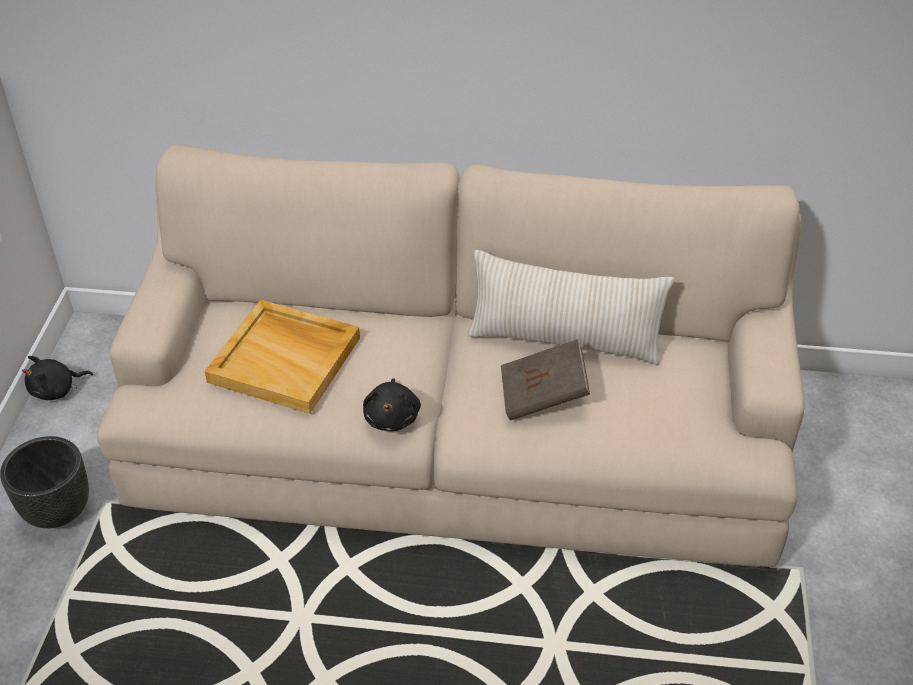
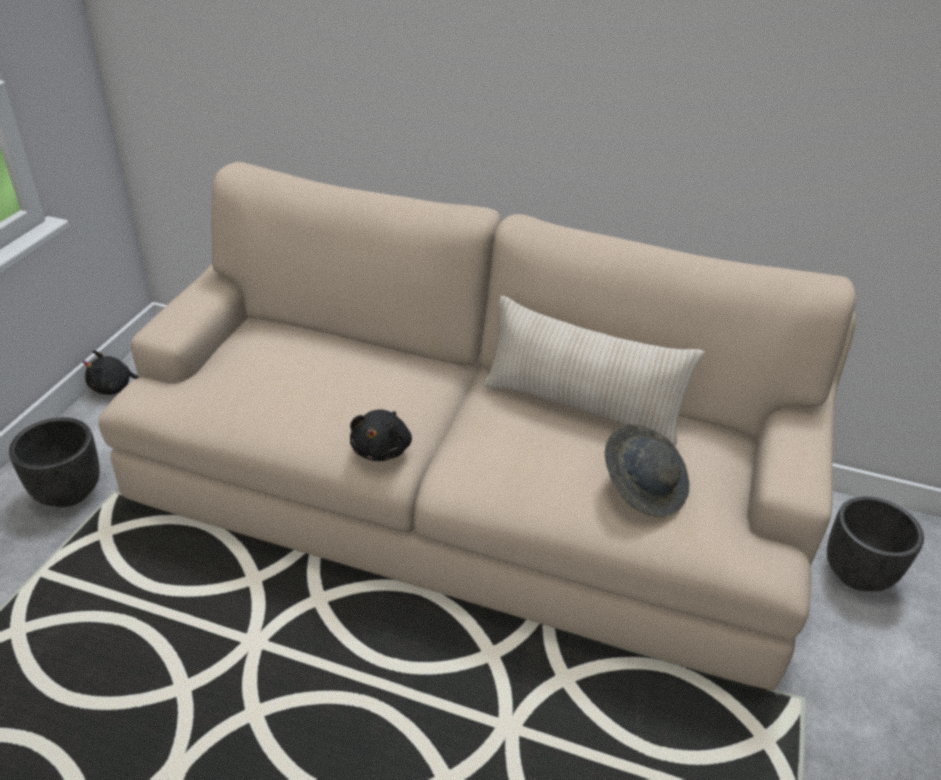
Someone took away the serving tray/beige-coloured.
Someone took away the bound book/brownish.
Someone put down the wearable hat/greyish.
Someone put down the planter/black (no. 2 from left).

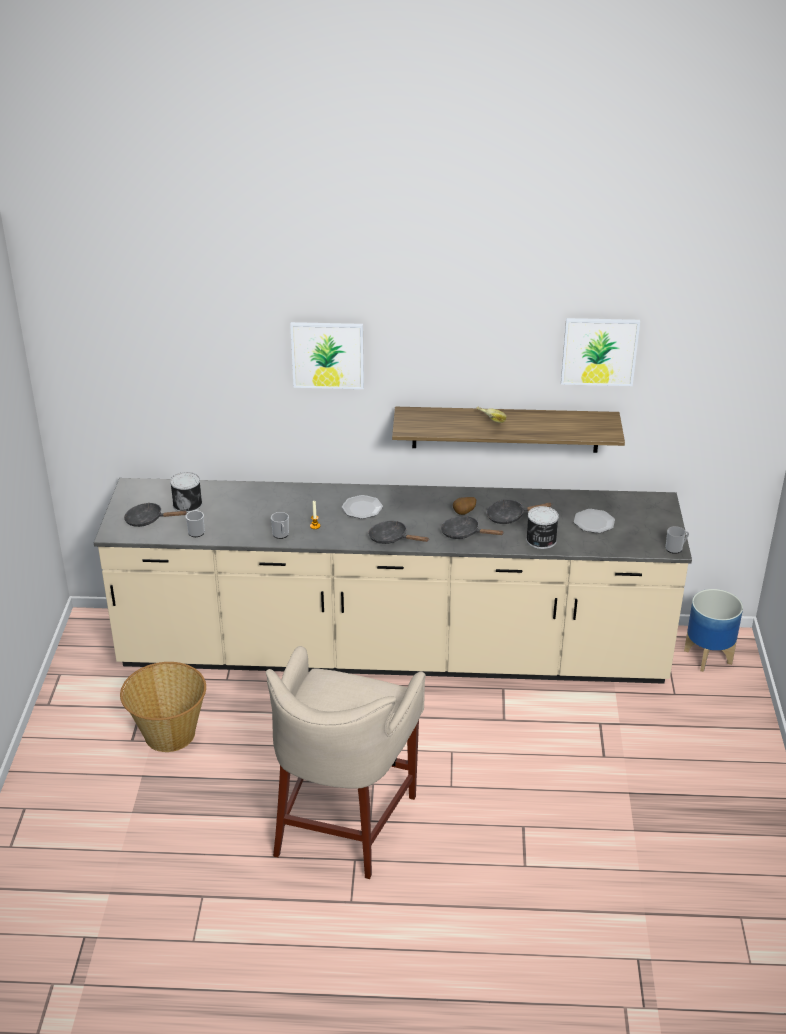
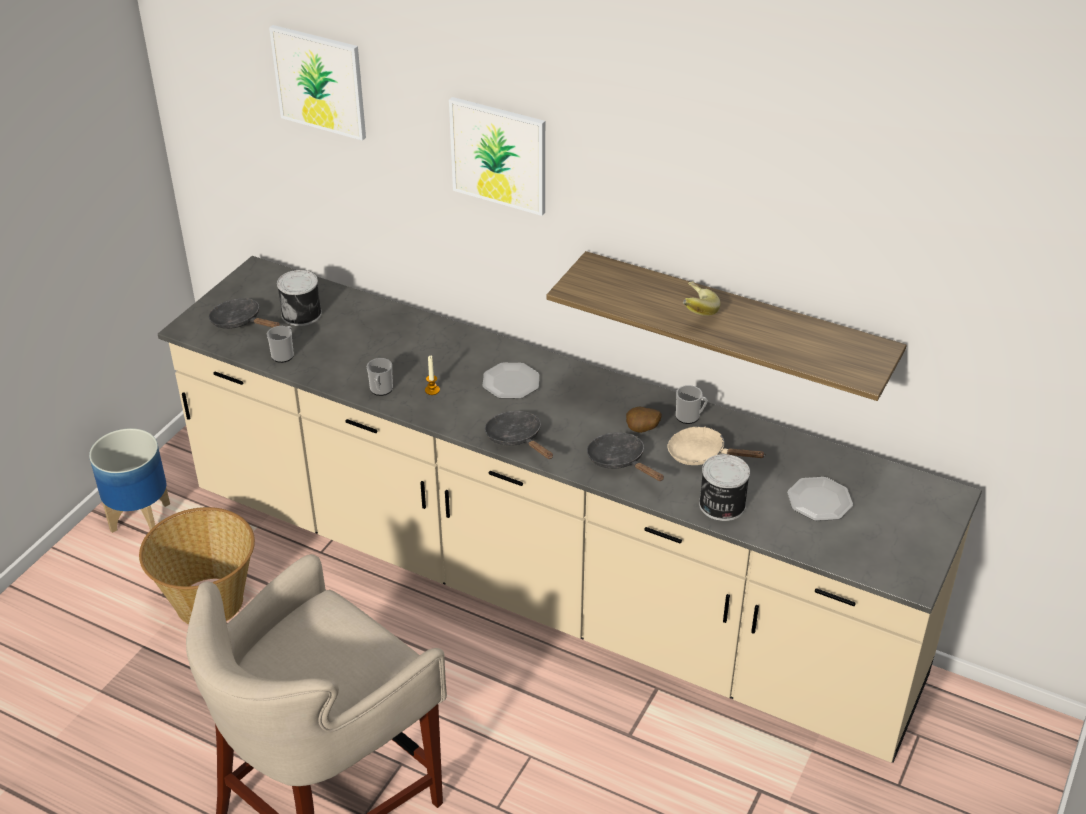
Someone repainted the skillet/black (no. 4 from left), which became the skillet/beige-coloured.
Someone carried the wall picture (no. 2 from left in the first image).
Someone carried the mug (no. 3 from left).
Someone carried the planter.

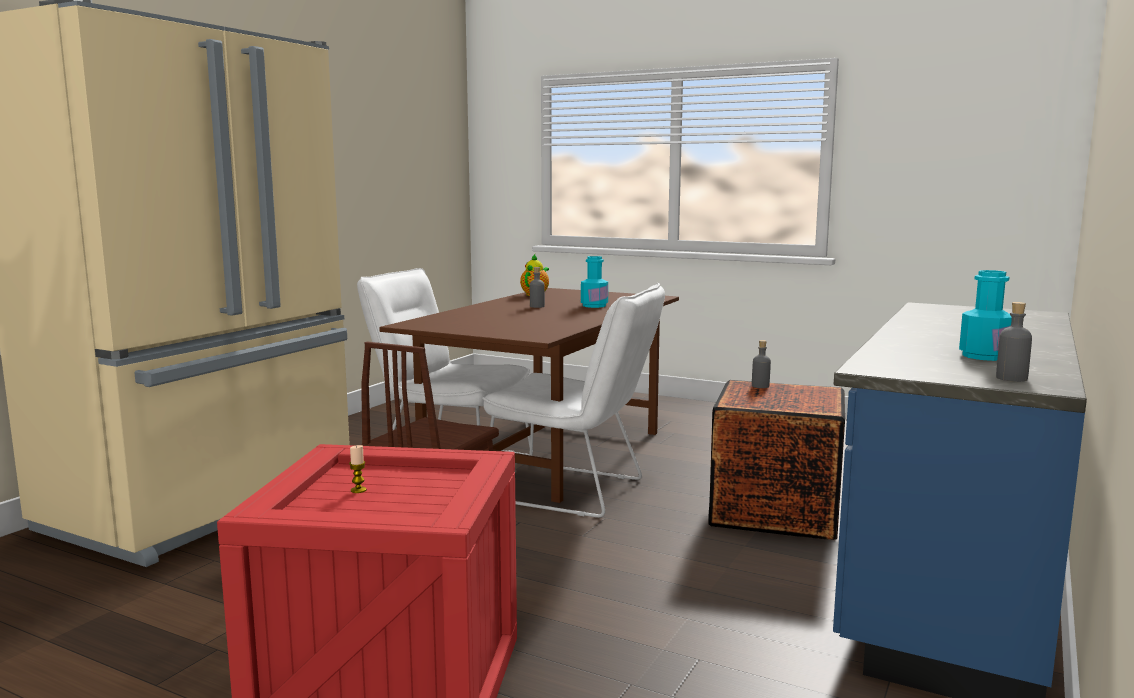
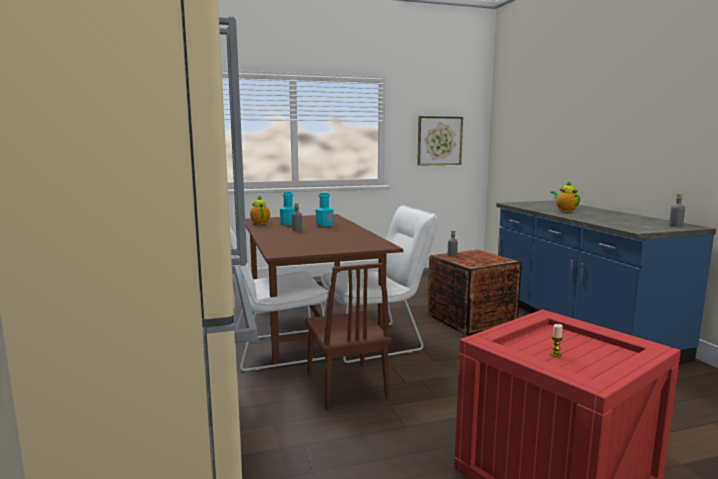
Someone carried the bottle/blue-green (no. 2 from left in the first image).
Someone put up the wall picture.
Someone put down the pot for tea (no. 2 from left).

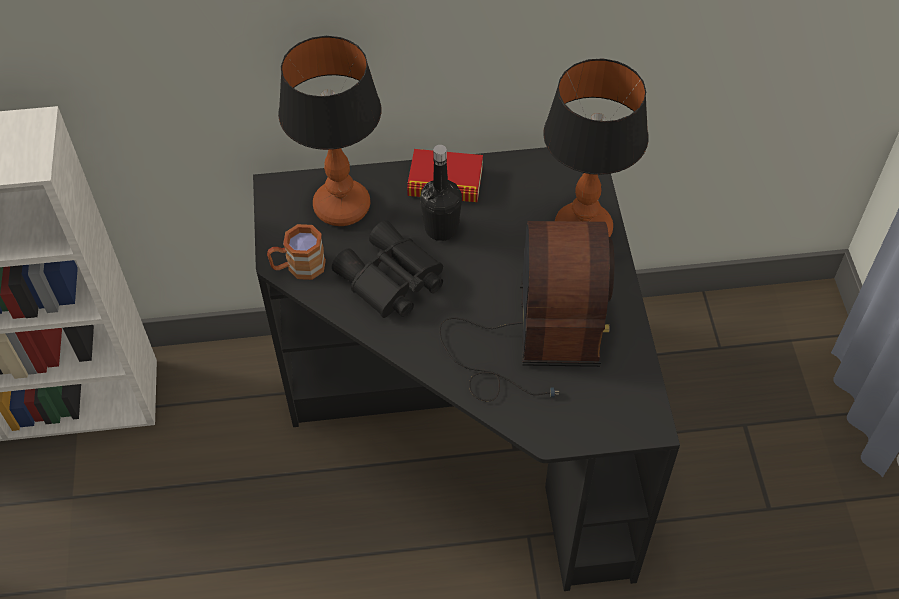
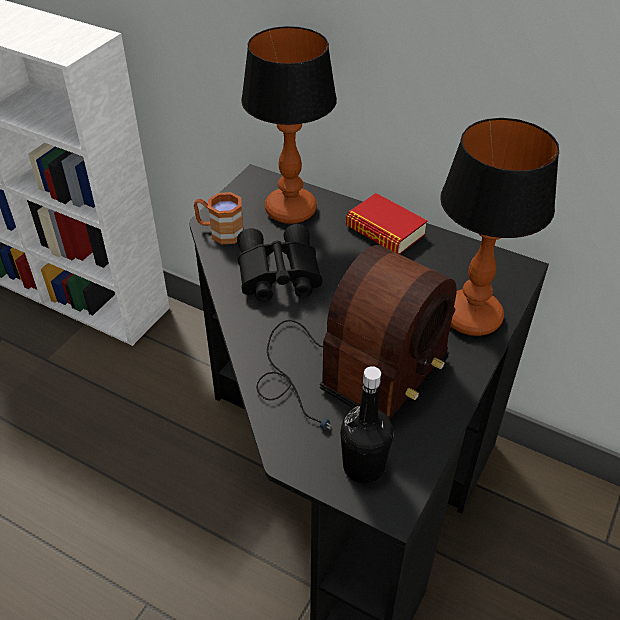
Someone carried the bottle/black.

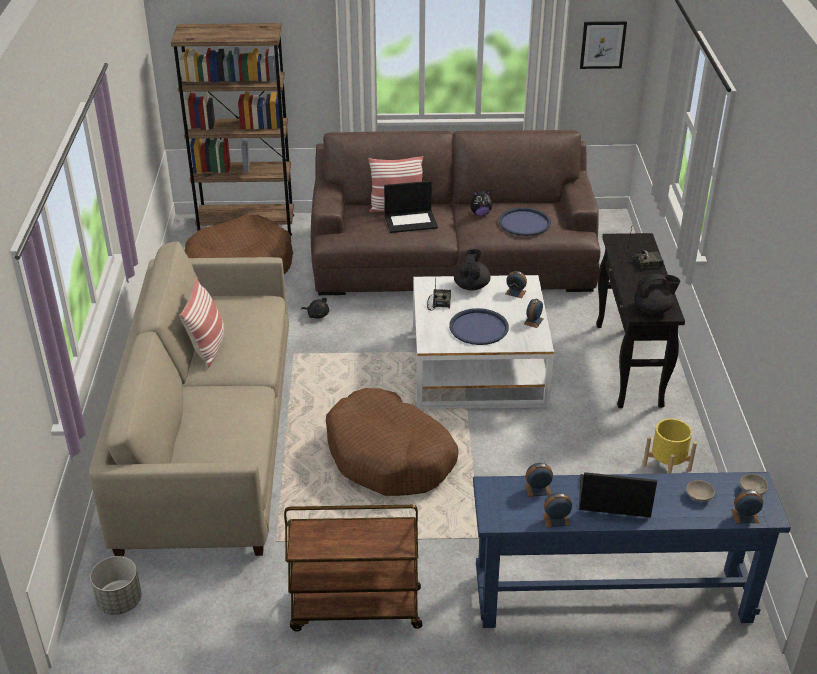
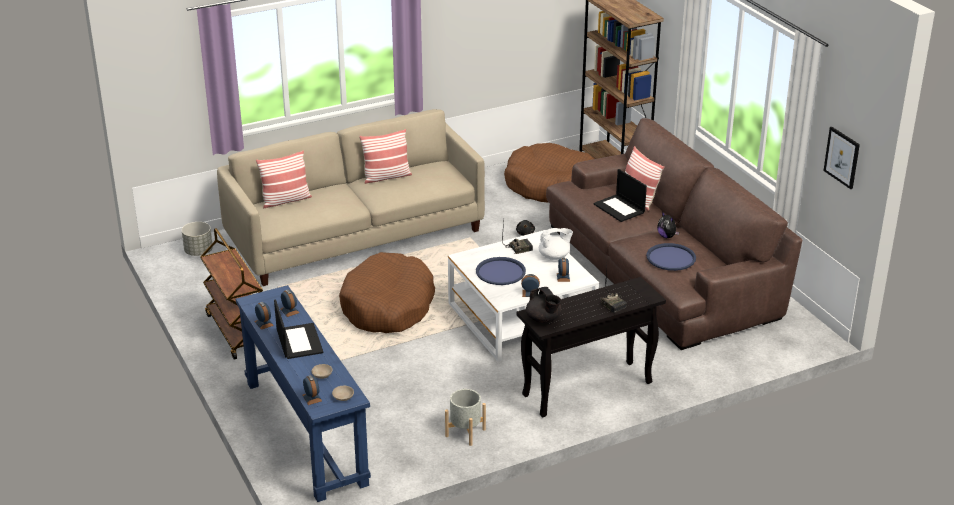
Someone repainted the pot for tea/black (no. 1 from left), which became the pot for tea/whitish.
Someone repainted the planter/yellowish, which became the planter/greyish (no. 2 from left).
Someone put down the pillow (no. 1 from left).

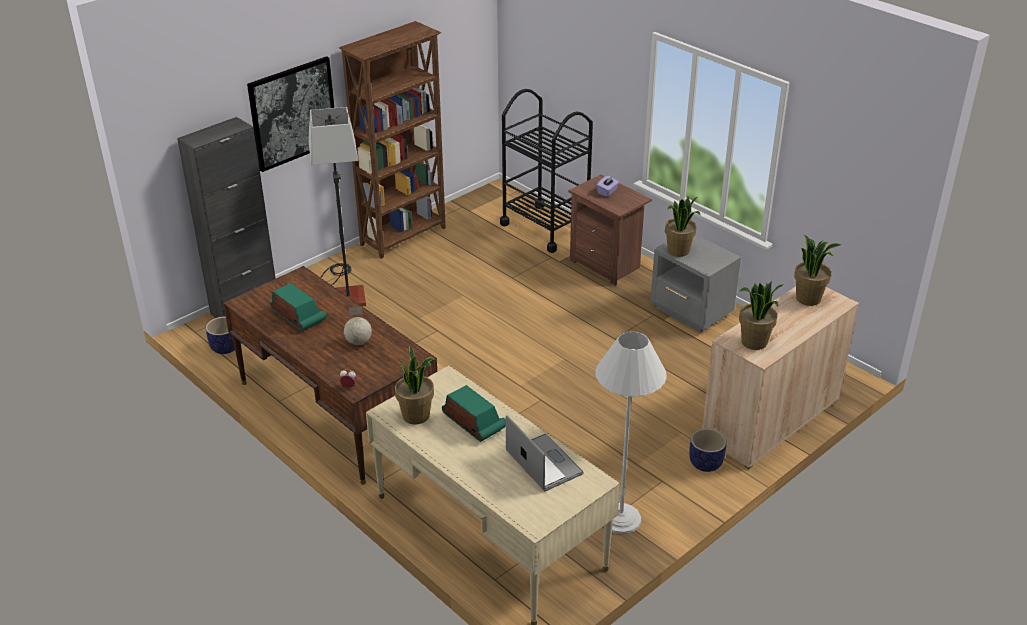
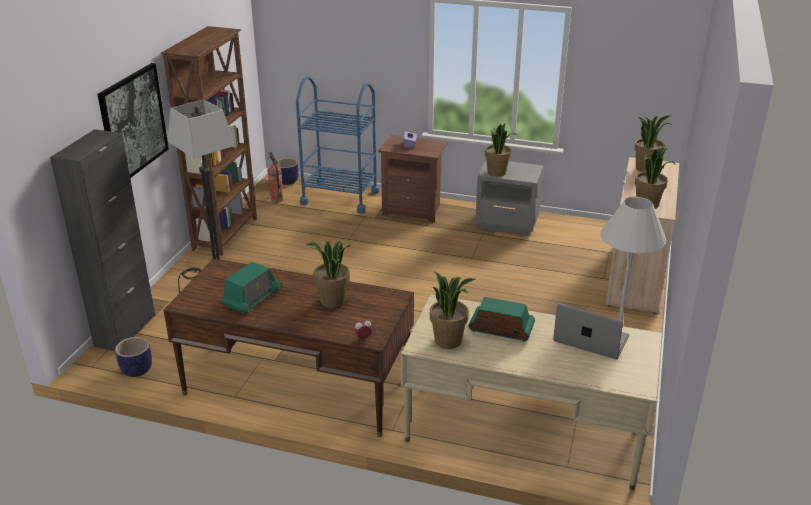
Someone rotated the radio receiver (no. 1 from left) by 105 degrees clockwise.
Someone swapped the desk globe for the houseplant (no. 1 from left).
Someone repainted the cart/black, which became the cart/blue.
Someone carried the planter (no. 2 from left).
Someone put down the extinguisher.

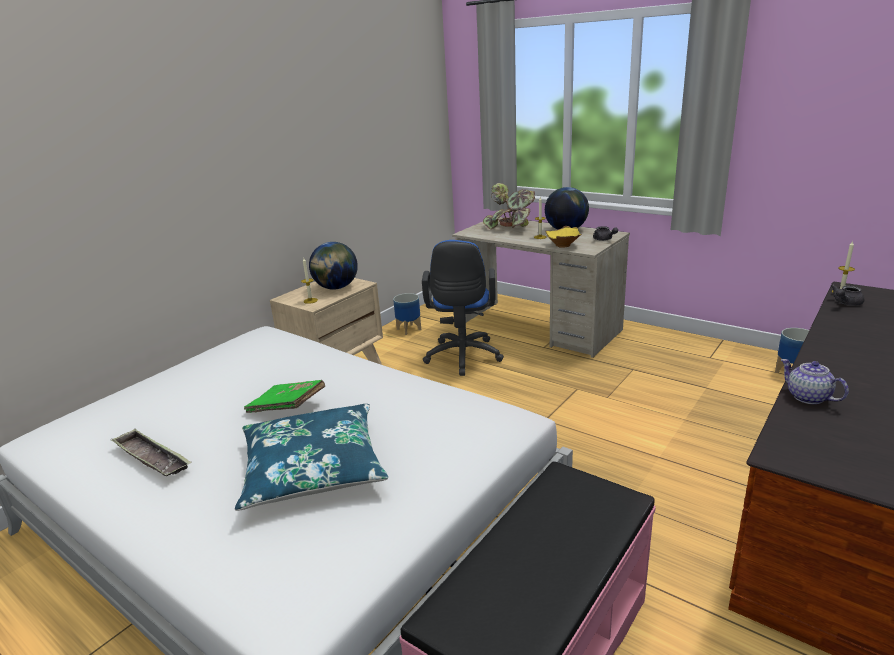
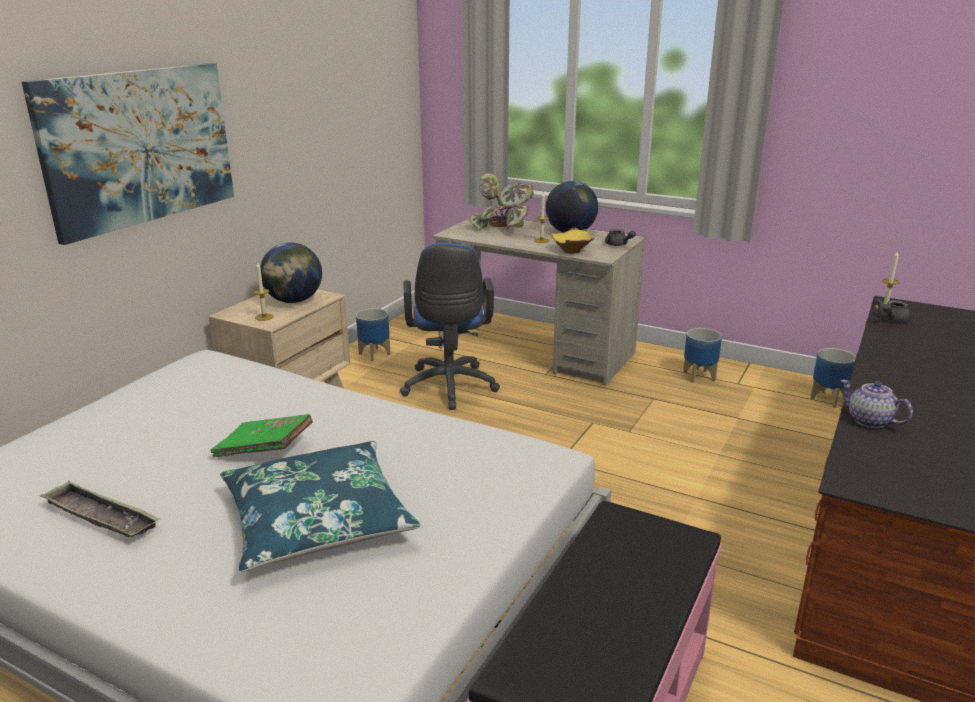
Someone put up the wall picture.
Someone put down the planter (no. 2 from left).

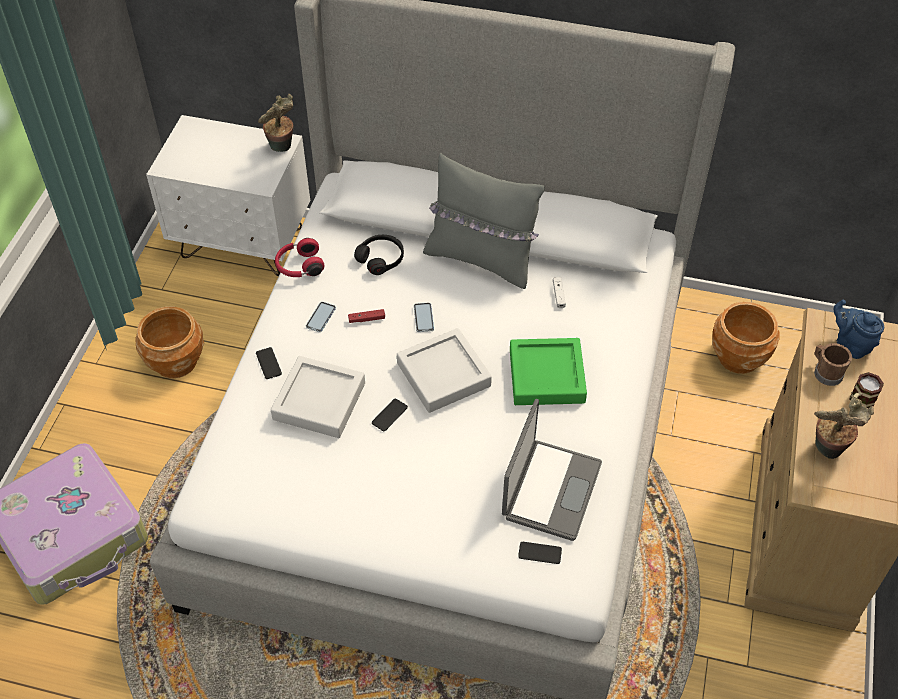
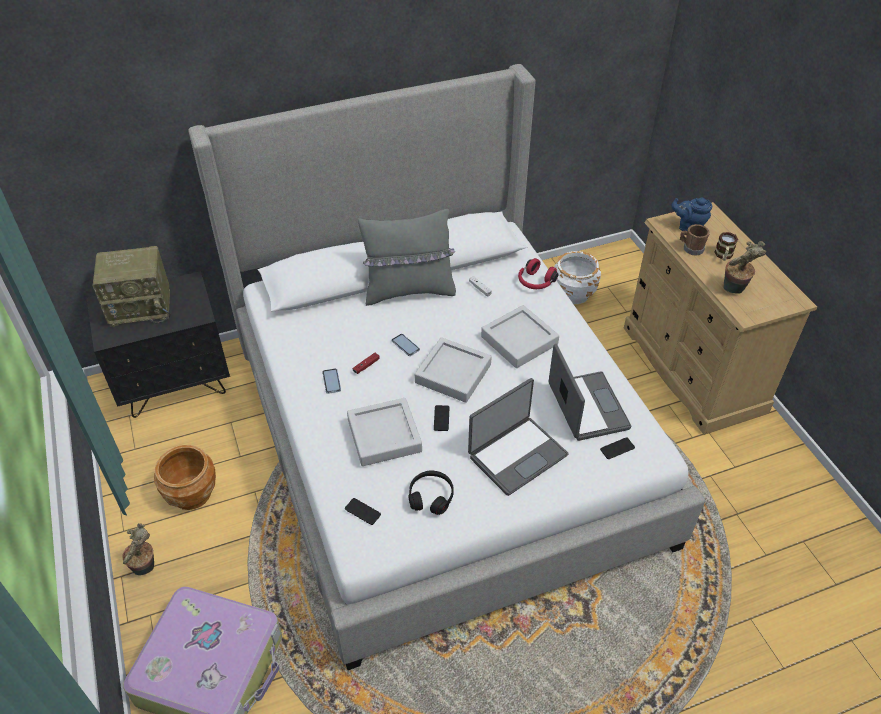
Someone repainted the nightstand/whitish, which became the nightstand/black.
Someone carried the phone (no. 1 from left in the first image).
Someone carried the houseplant (no. 1 from left).
Someone carried the headset/red-coloured.
Someone carried the headset/black.
Someone repainted the serving tray/green-coloured, which became the serving tray/greyish (no. 3 from left).
Someone repainted the planter/brownish (no. 2 from left), which became the planter/whitish.
Someone put down the radio receiver.
Someone put down the laptop (no. 1 from left).

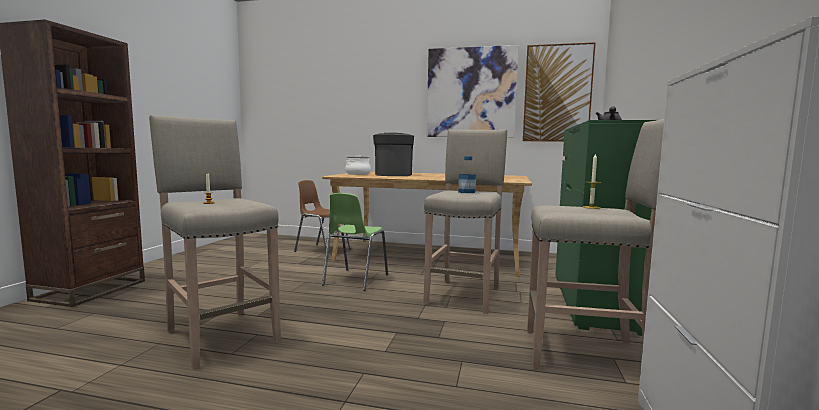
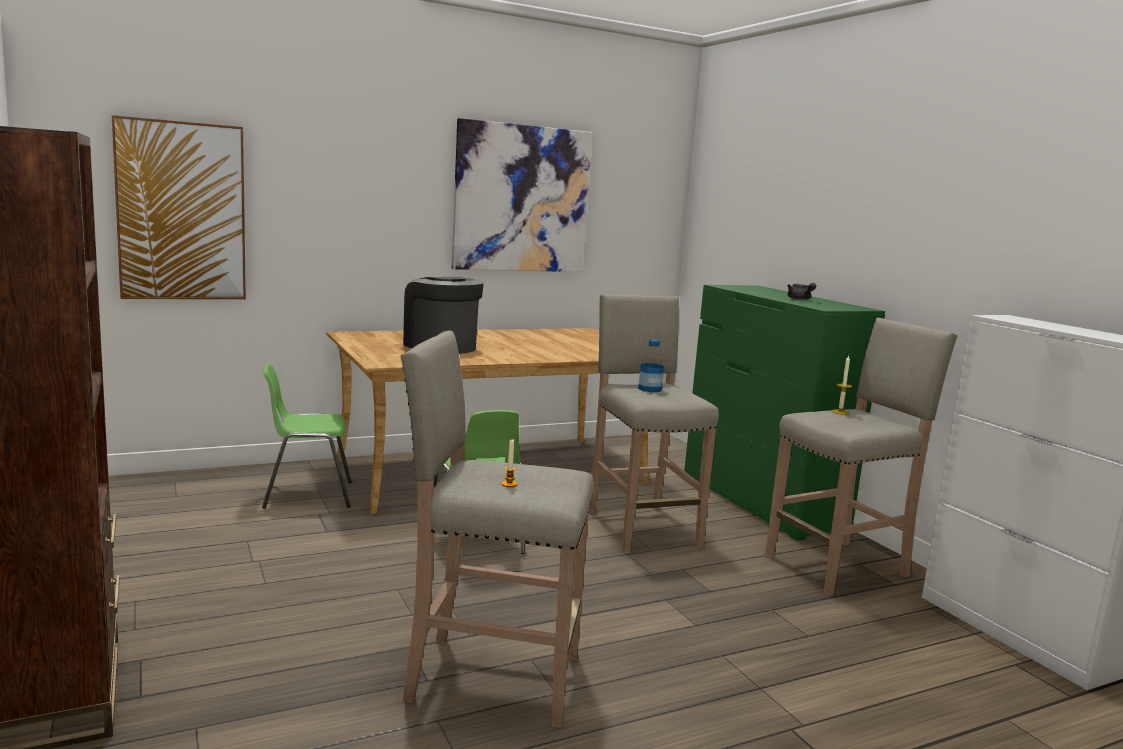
Someone repainted the upright chair/brownish, which became the upright chair/green-coloured (no. 1 from left).
Someone took away the stockpot.
Someone carried the wall picture (no. 2 from left in the first image).

